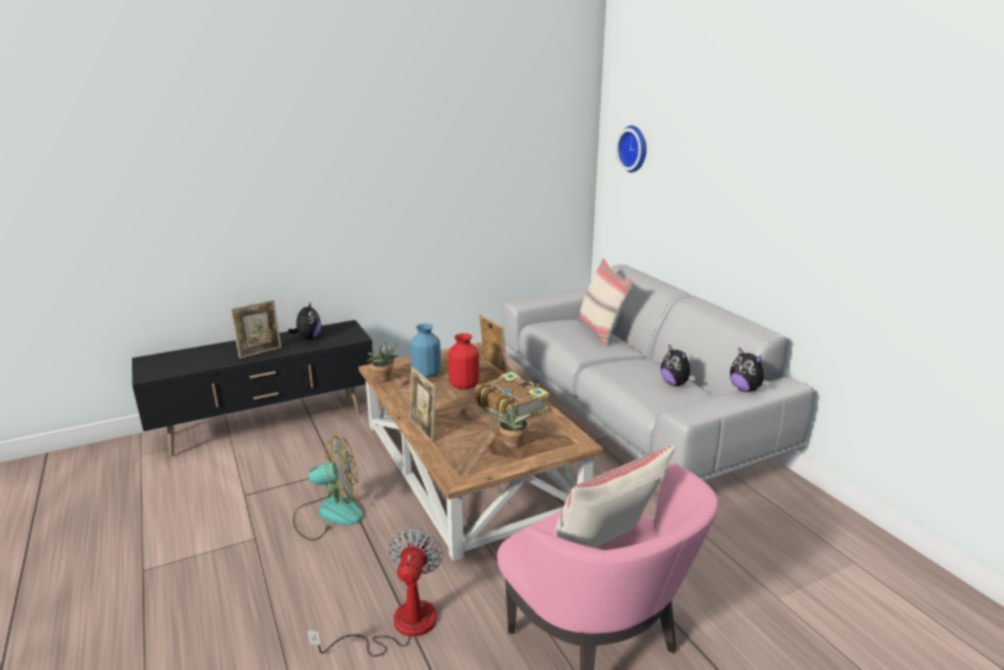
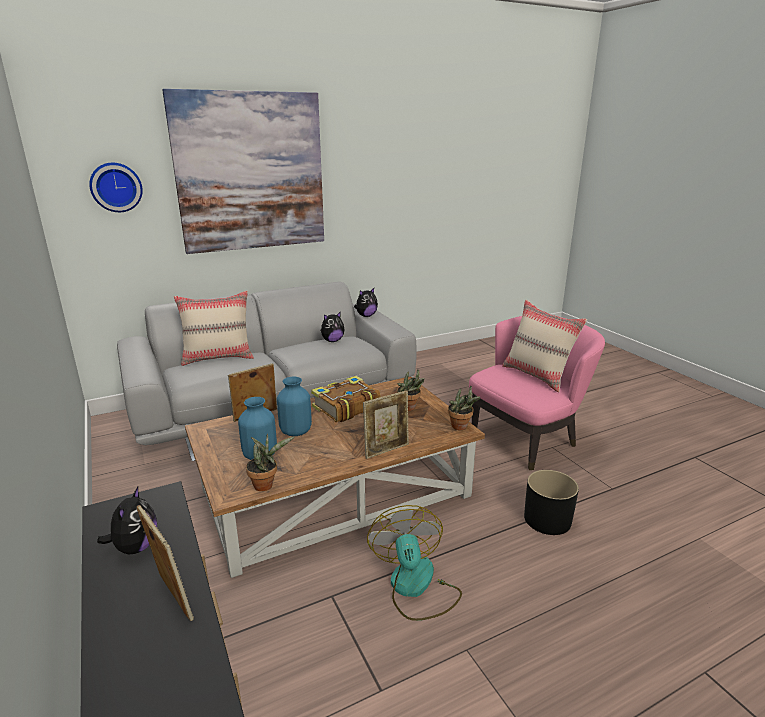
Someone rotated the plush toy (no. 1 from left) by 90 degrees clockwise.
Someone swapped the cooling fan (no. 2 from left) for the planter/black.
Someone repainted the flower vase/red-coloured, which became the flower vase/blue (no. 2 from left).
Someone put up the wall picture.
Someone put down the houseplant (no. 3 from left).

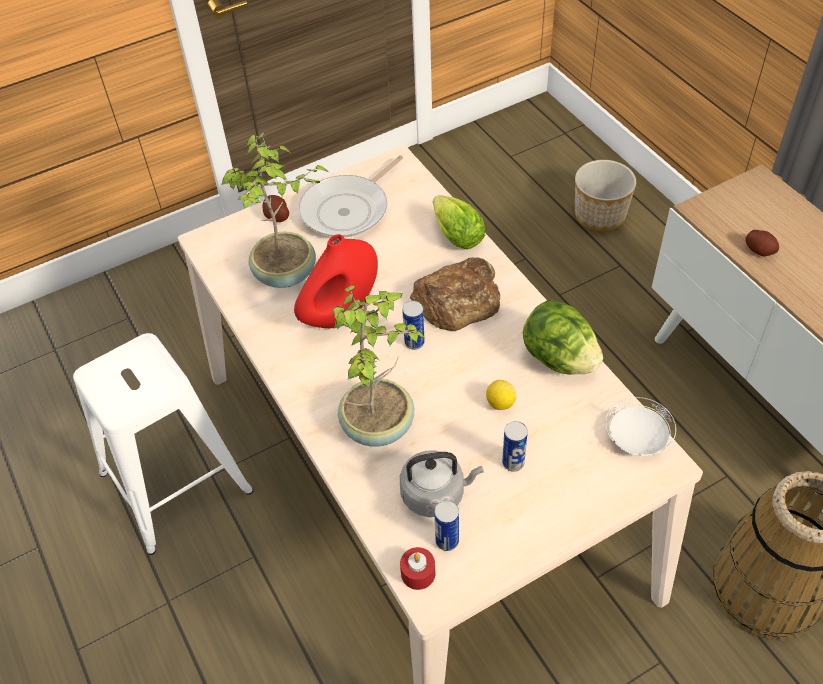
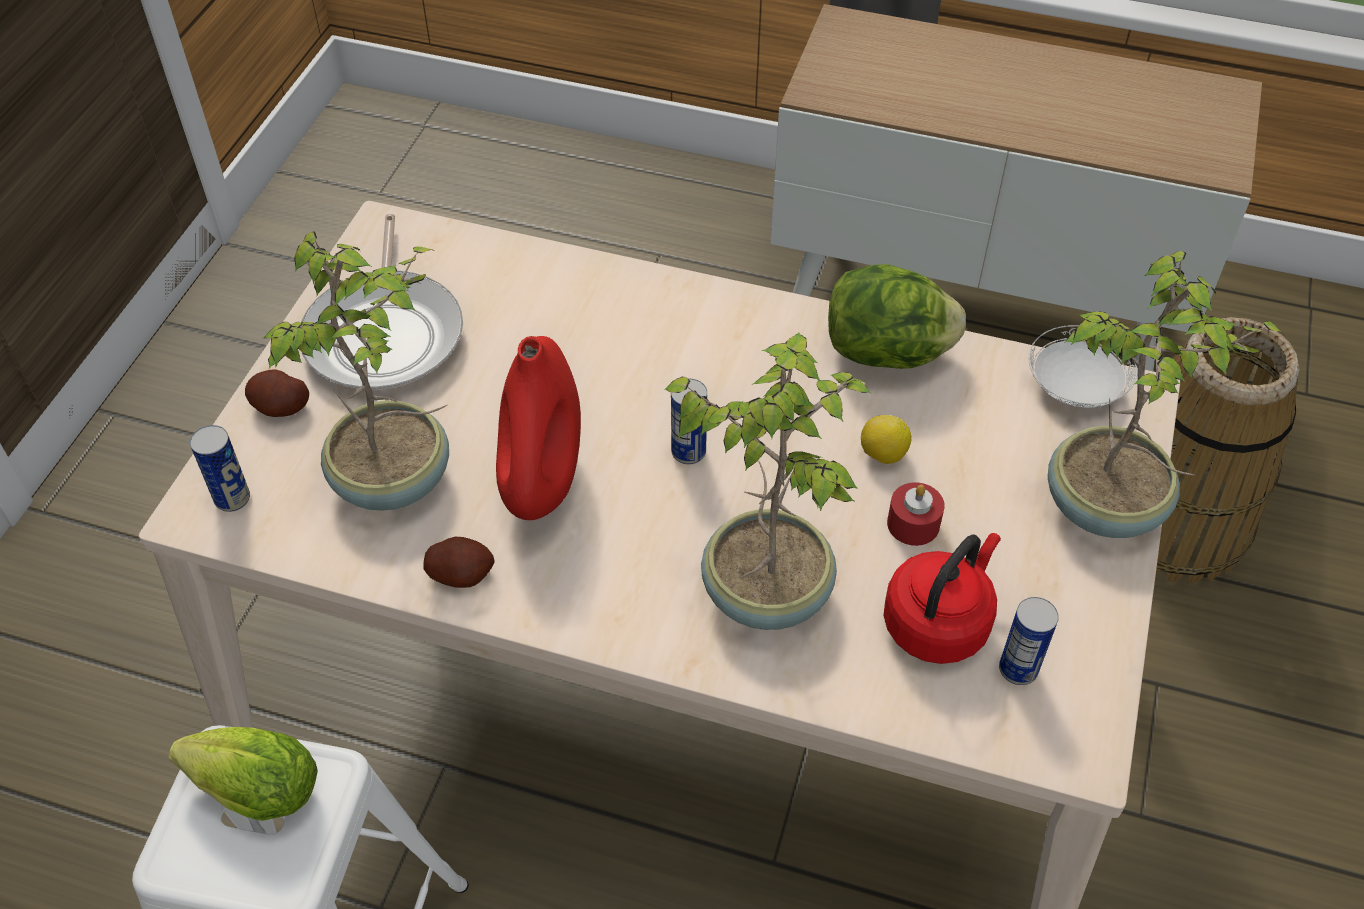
Someone repainted the water kettle/greyish, which became the water kettle/red-coloured.
Someone carried the wax light/red-coloured.
Someone took away the bakery bread.
Someone carried the lettuce head (no. 1 from left).
Someone carried the can (no. 3 from left in the first image).
Someone took away the planter.
Someone carried the potato (no. 2 from left).
Someone put down the houseplant (no. 3 from left).

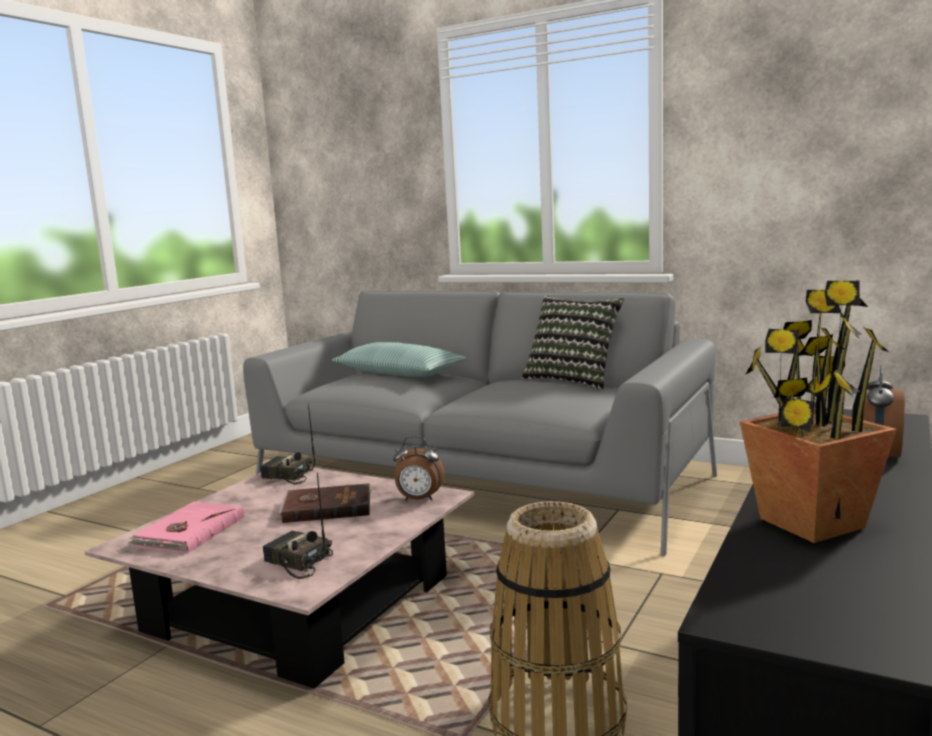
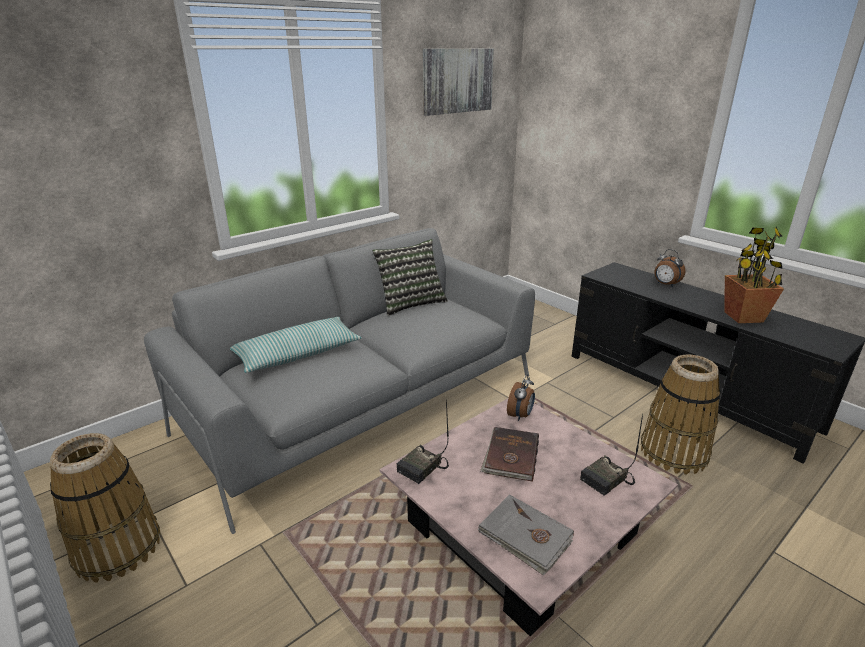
Someone repainted the bound book/pink, which became the bound book/greyish.
Someone put down the basket (no. 1 from left).
Someone put up the wall picture.

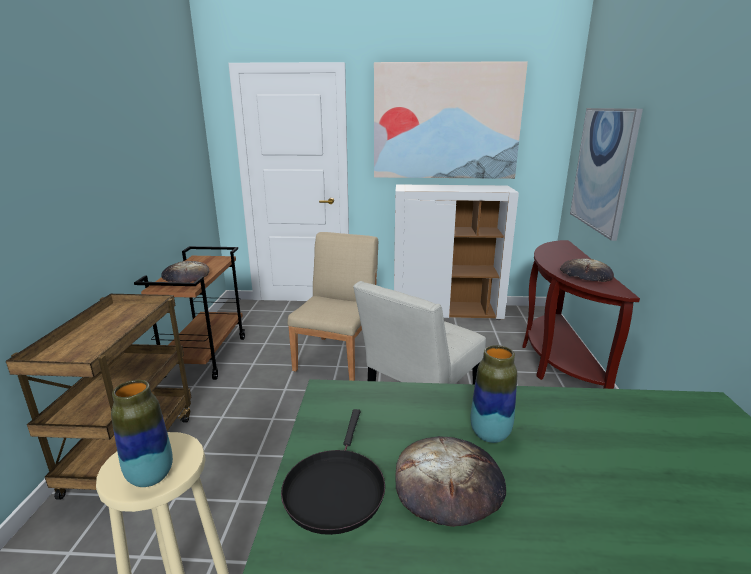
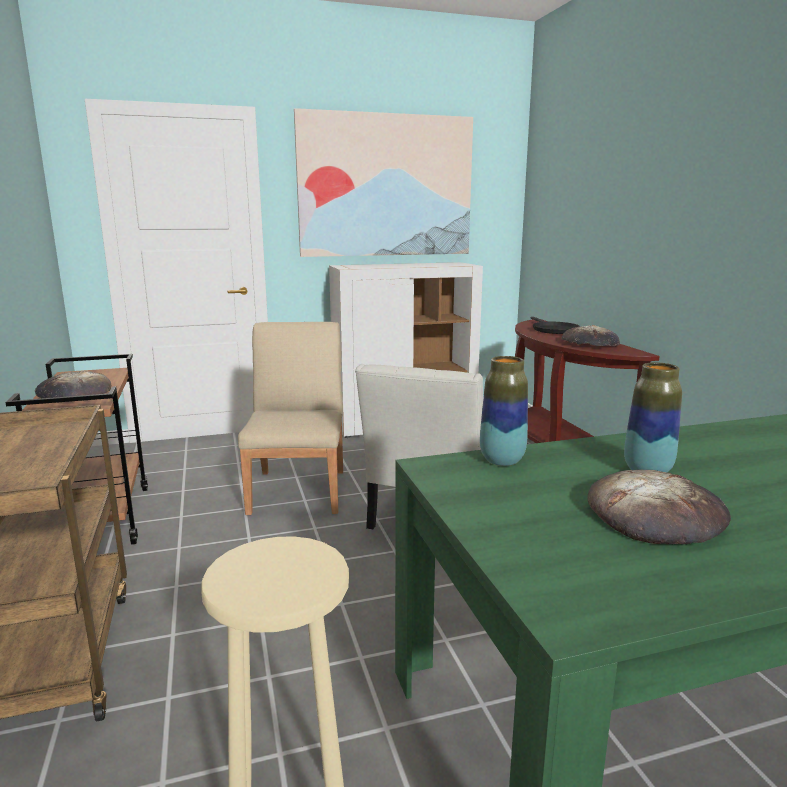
Someone carried the flower vase (no. 1 from left).
Someone carried the skillet/black.
Someone took away the wall picture (no. 2 from left).

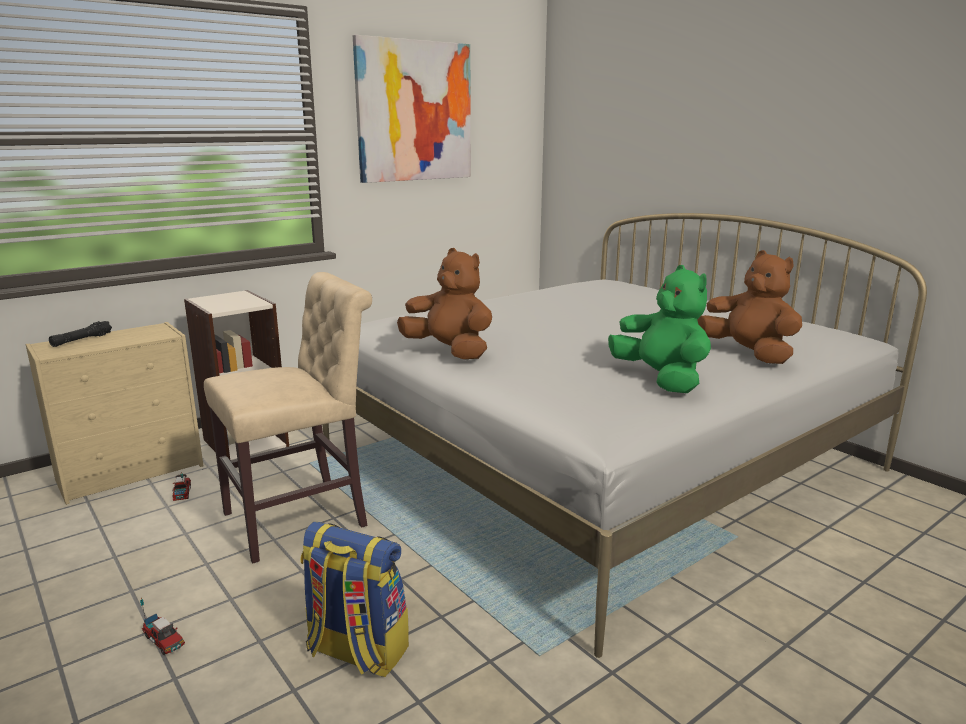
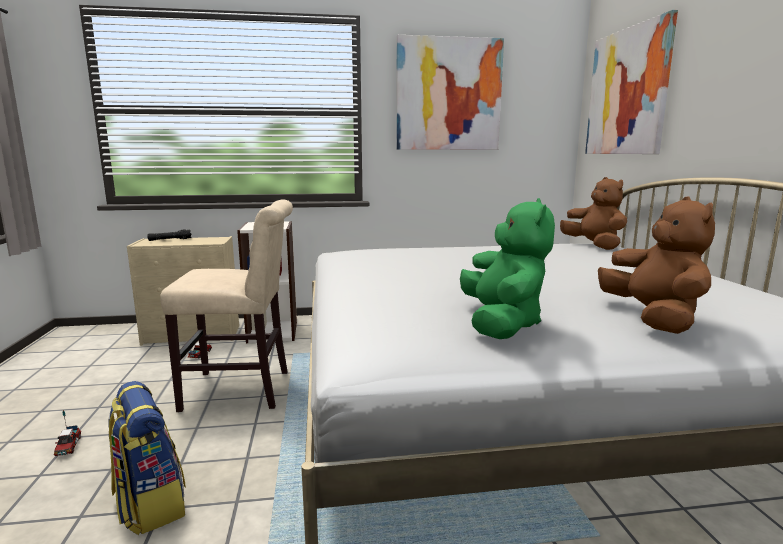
Someone carried the plush toy/brownish (no. 1 from left).
Someone put up the wall picture (no. 2 from left).

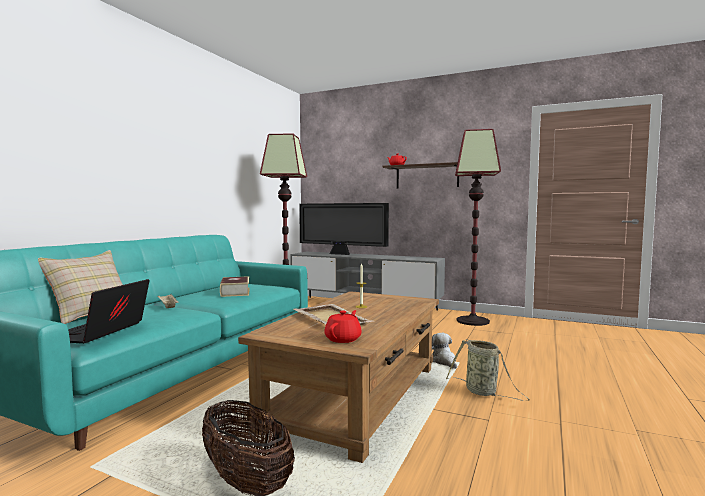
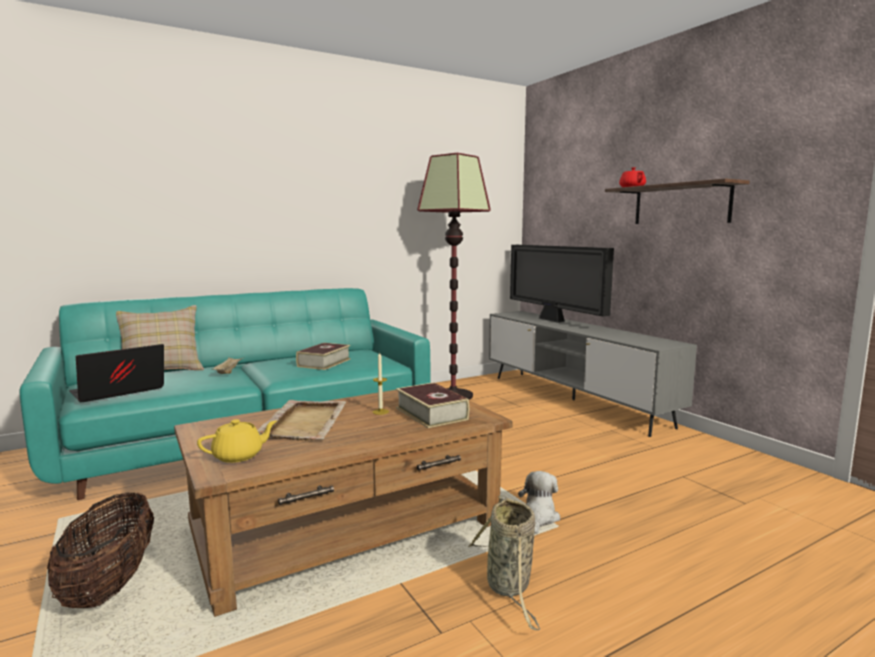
Someone repainted the pot for tea/red-coloured (no. 1 from left), which became the pot for tea/yellowish.
Someone took away the standard lamp (no. 2 from left).
Someone put down the bound book (no. 2 from left).

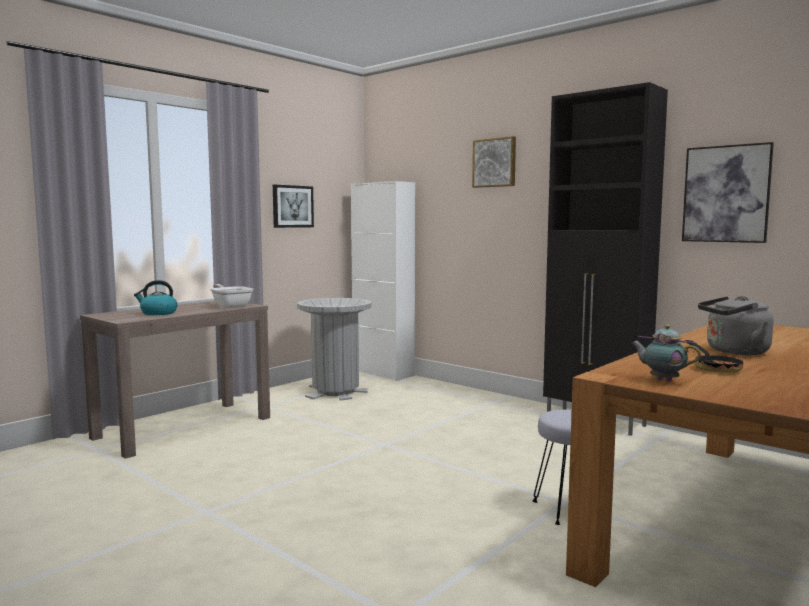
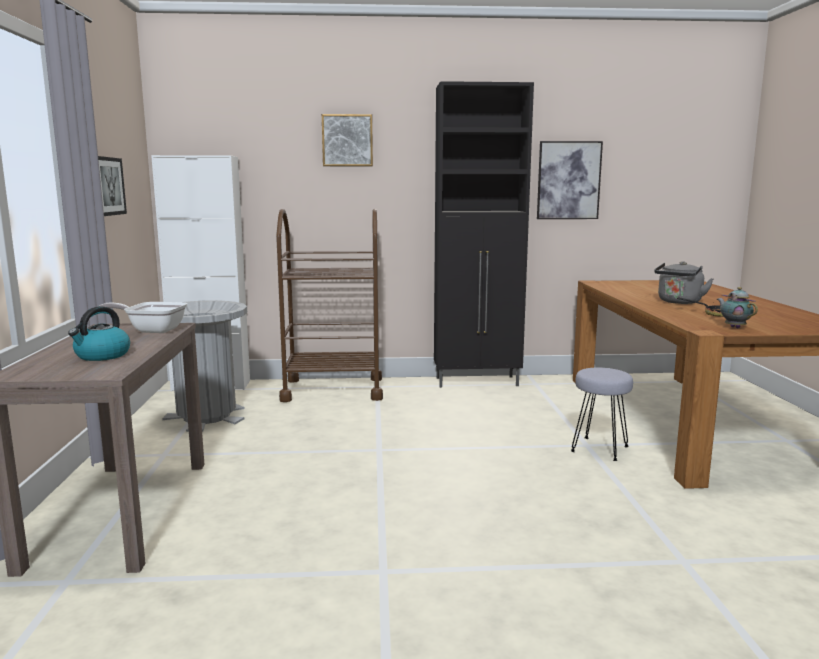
Someone rotated the pot for tea by 75 degrees clockwise.
Someone put down the cart/brownish.

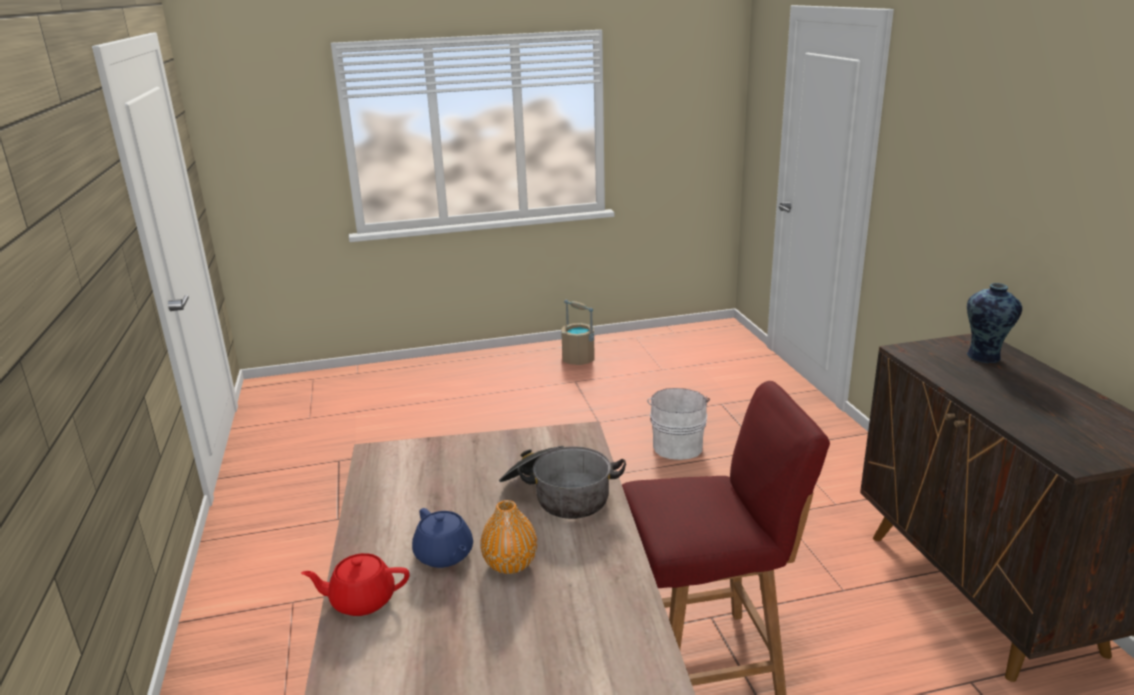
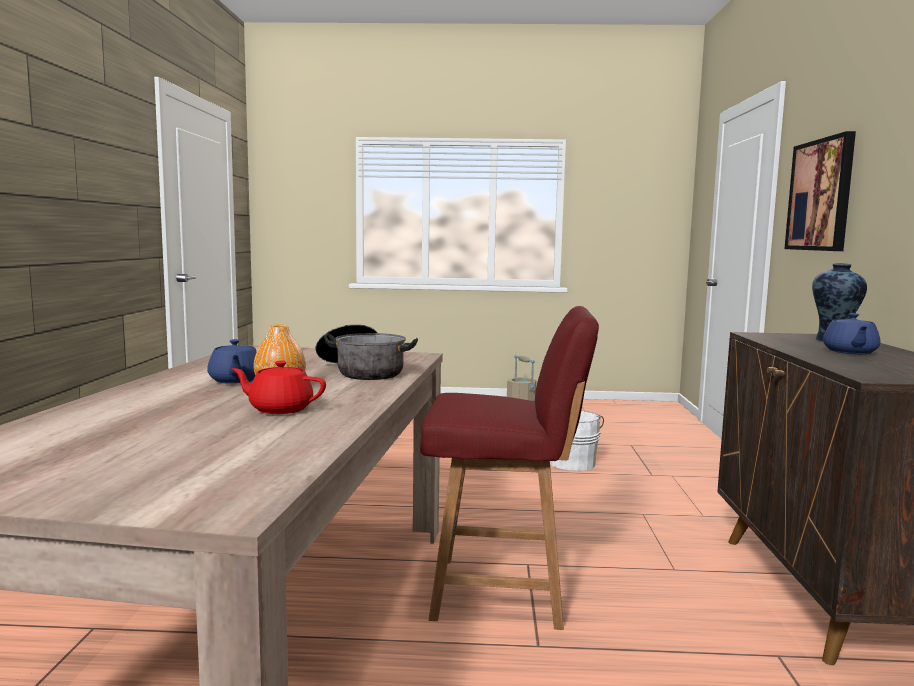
Someone carried the pot for tea/red-coloured.
Someone put up the wall picture.
Someone put down the pot for tea/blue (no. 2 from left).

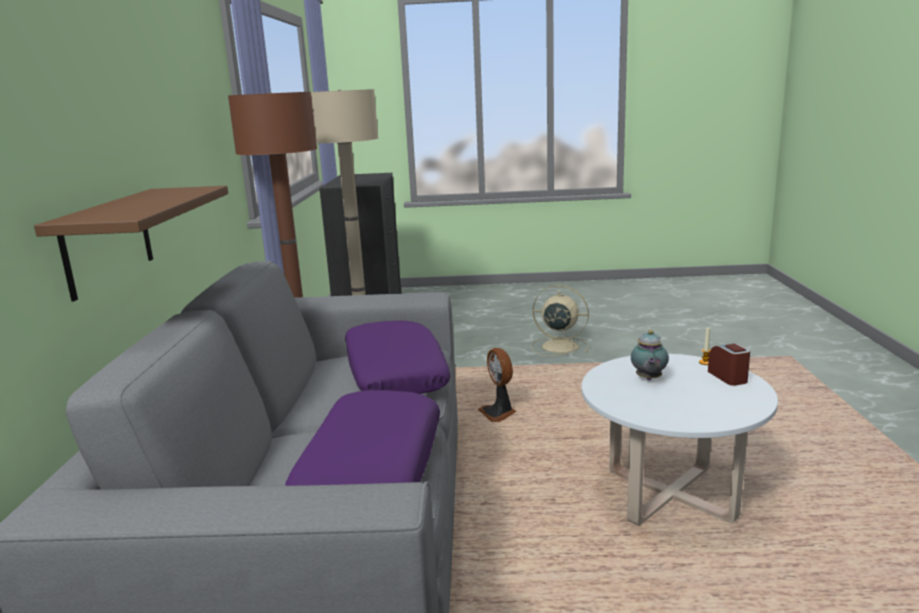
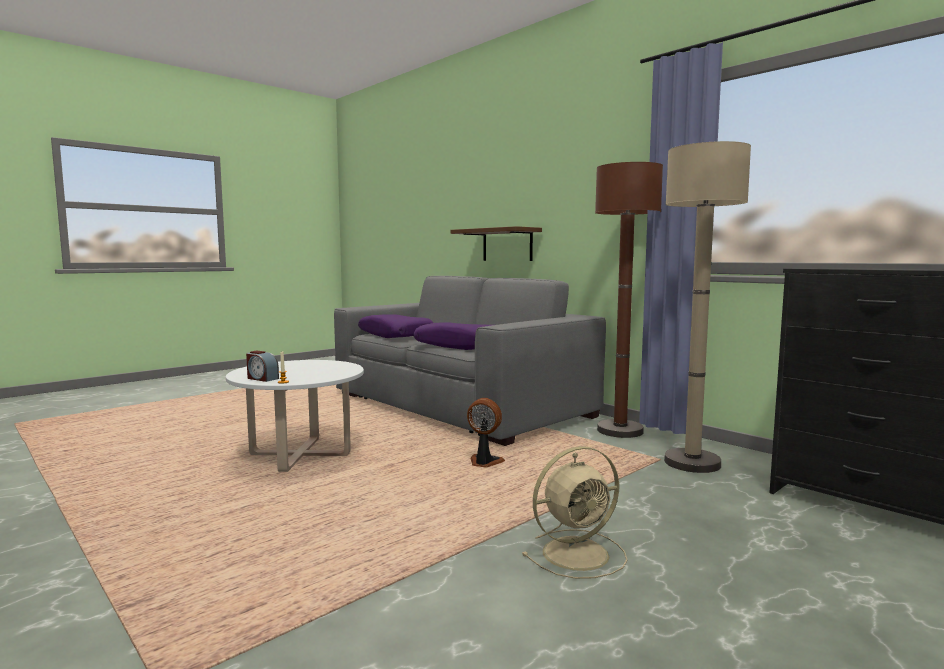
Someone took away the pot for tea.

